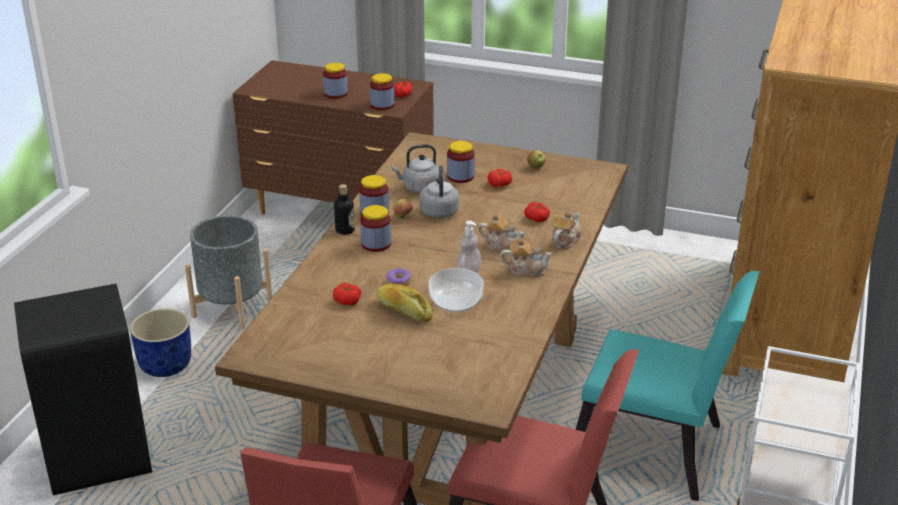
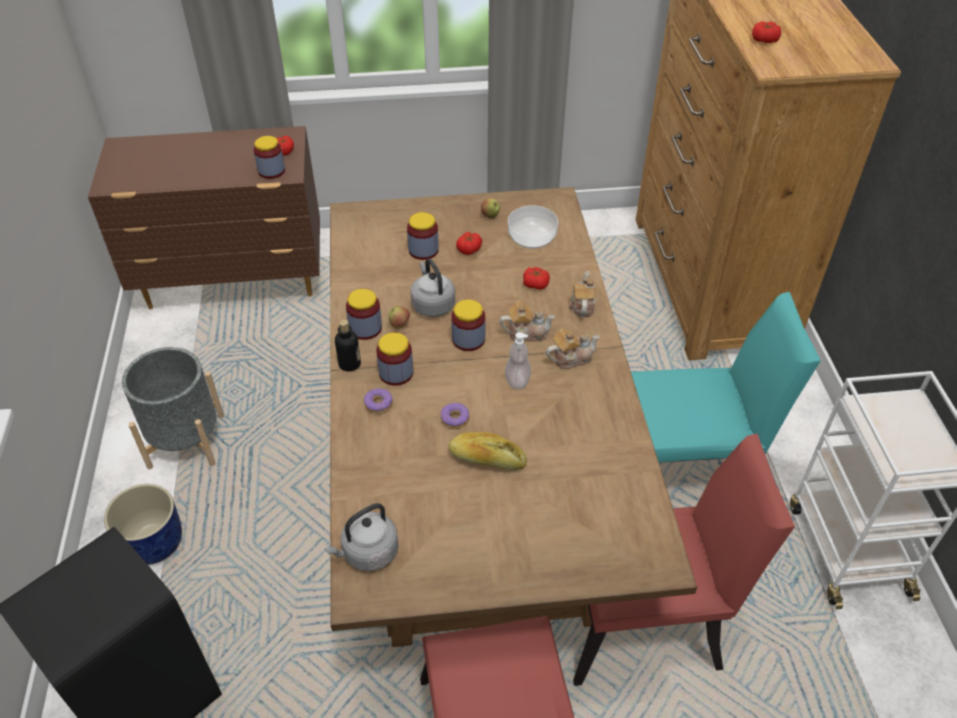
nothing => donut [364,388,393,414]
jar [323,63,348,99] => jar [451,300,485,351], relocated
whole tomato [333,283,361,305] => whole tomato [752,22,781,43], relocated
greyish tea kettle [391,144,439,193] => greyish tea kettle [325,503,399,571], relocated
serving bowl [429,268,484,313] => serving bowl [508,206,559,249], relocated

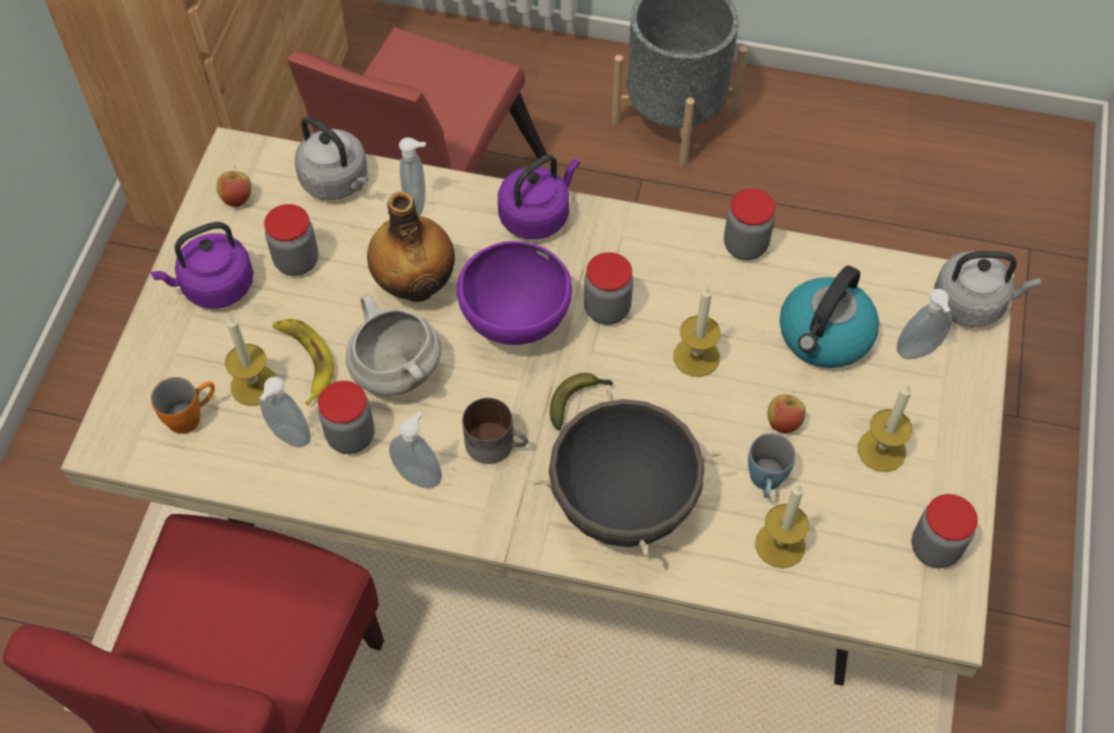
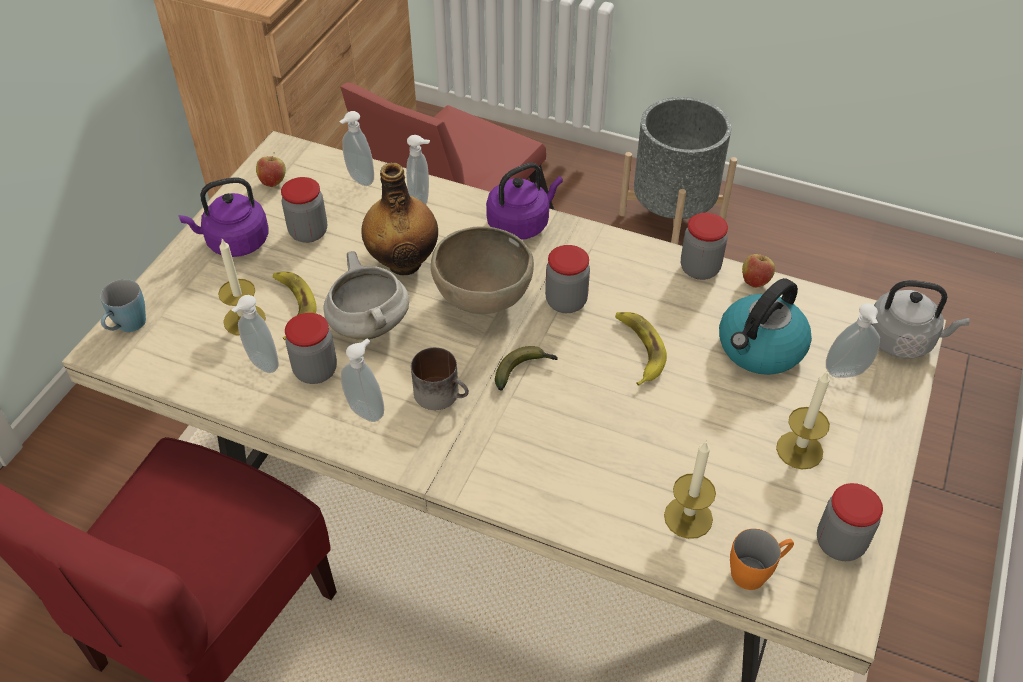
black-coloured saucepot [531,385,721,556] => nothing
orange mug [151,377,215,434] => orange mug [730,529,794,590], relocated
blue mug [748,433,796,498] => blue mug [100,279,146,332], relocated
whole apple [767,391,806,433] => whole apple [742,252,775,288], relocated
greyish tea kettle [295,117,369,200] => liquid soap bottle [339,111,374,186]
wax light [673,285,721,377] => banana [615,312,667,386]
purple serving bowl [457,241,572,345] => brownish serving bowl [431,226,534,314]

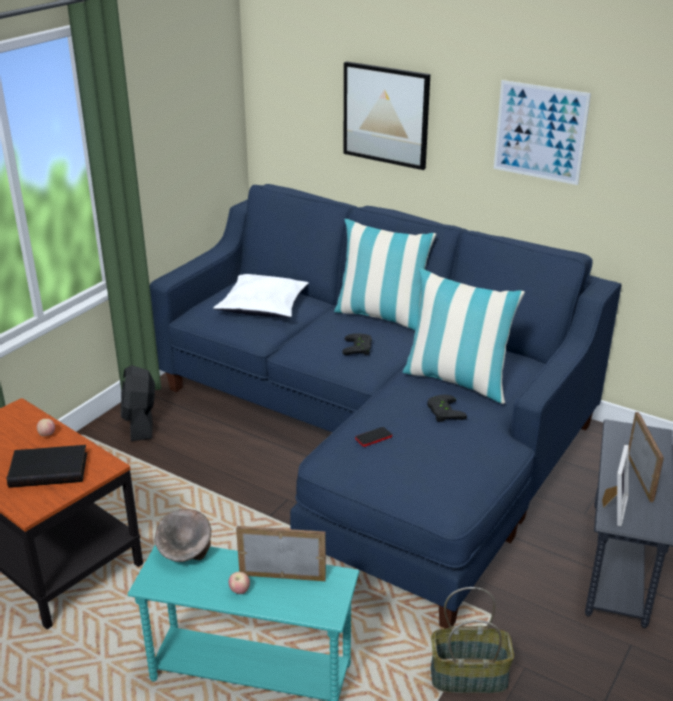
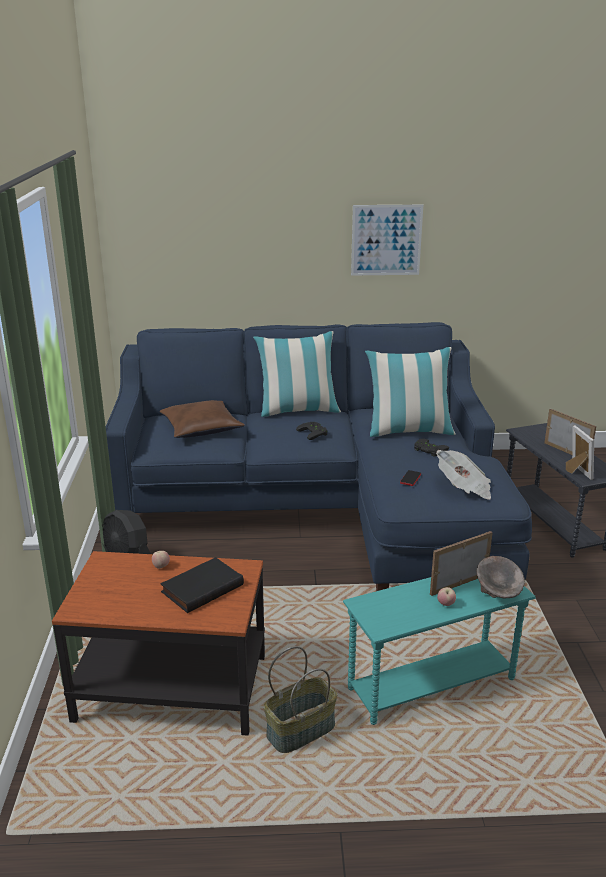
picture [343,61,430,170] => nothing
nothing => printed paper [436,450,491,500]
greyish serving bowl [155,509,211,562] => greyish serving bowl [477,556,525,598], relocated
household basket [431,587,514,693] => household basket [264,646,337,753], relocated
white throw pillow [213,274,309,318] => brownish throw pillow [160,400,245,438]

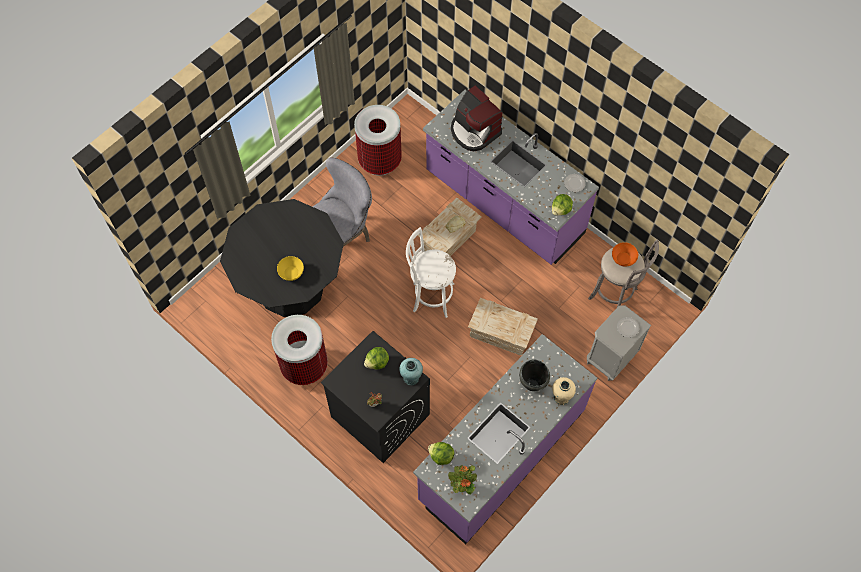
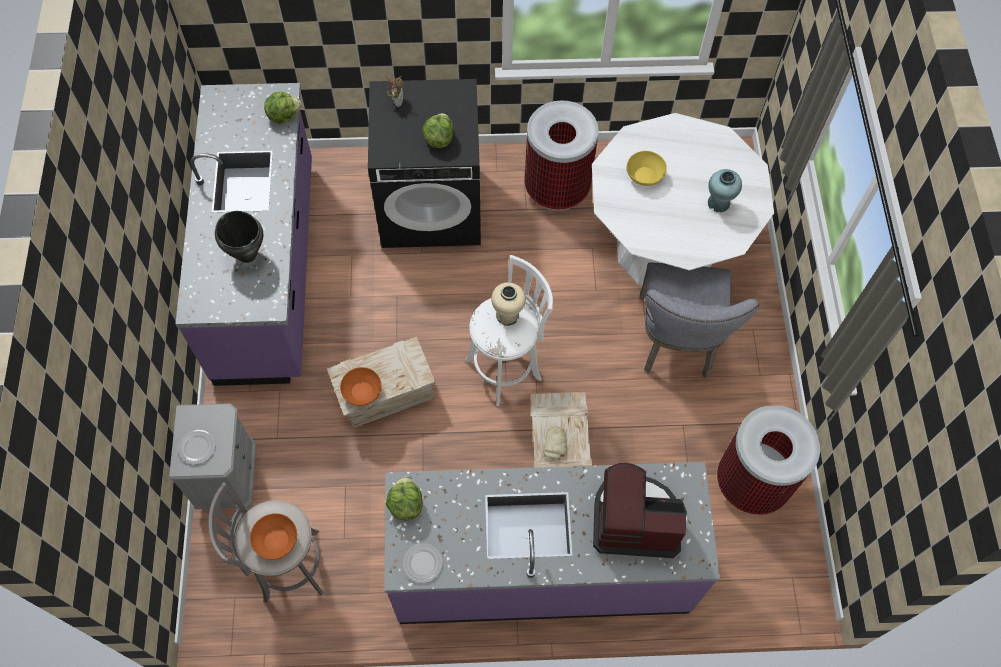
houseplant [448,465,477,494] => nothing
nothing => orange serving bowl [340,367,381,406]
turquoise-coloured decorative vase [399,358,423,385] => turquoise-coloured decorative vase [708,169,742,212], relocated
beige decorative vase [552,377,576,405] => beige decorative vase [491,282,526,326], relocated
black-coloured dining table [220,199,344,317] => white dining table [592,113,774,286]

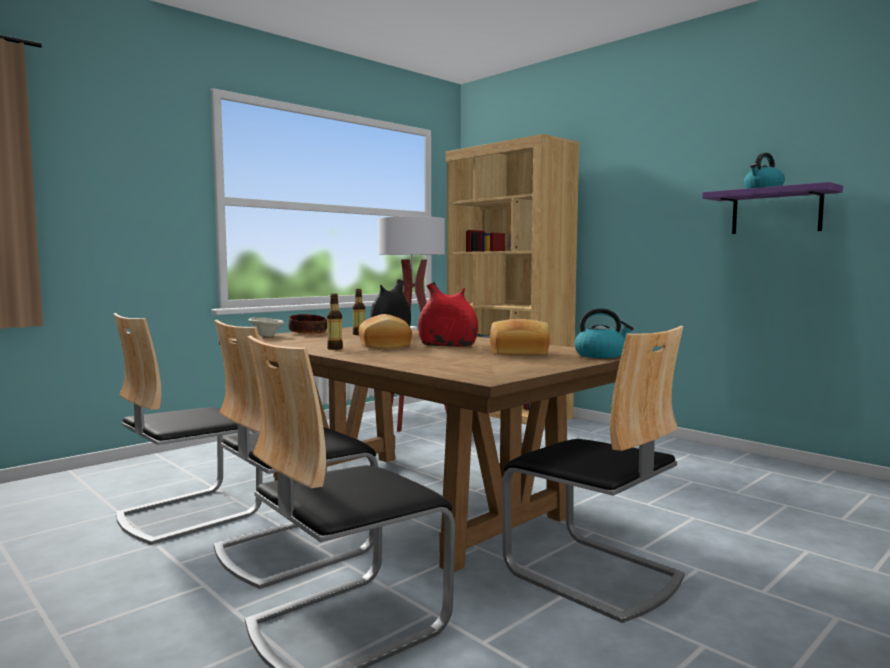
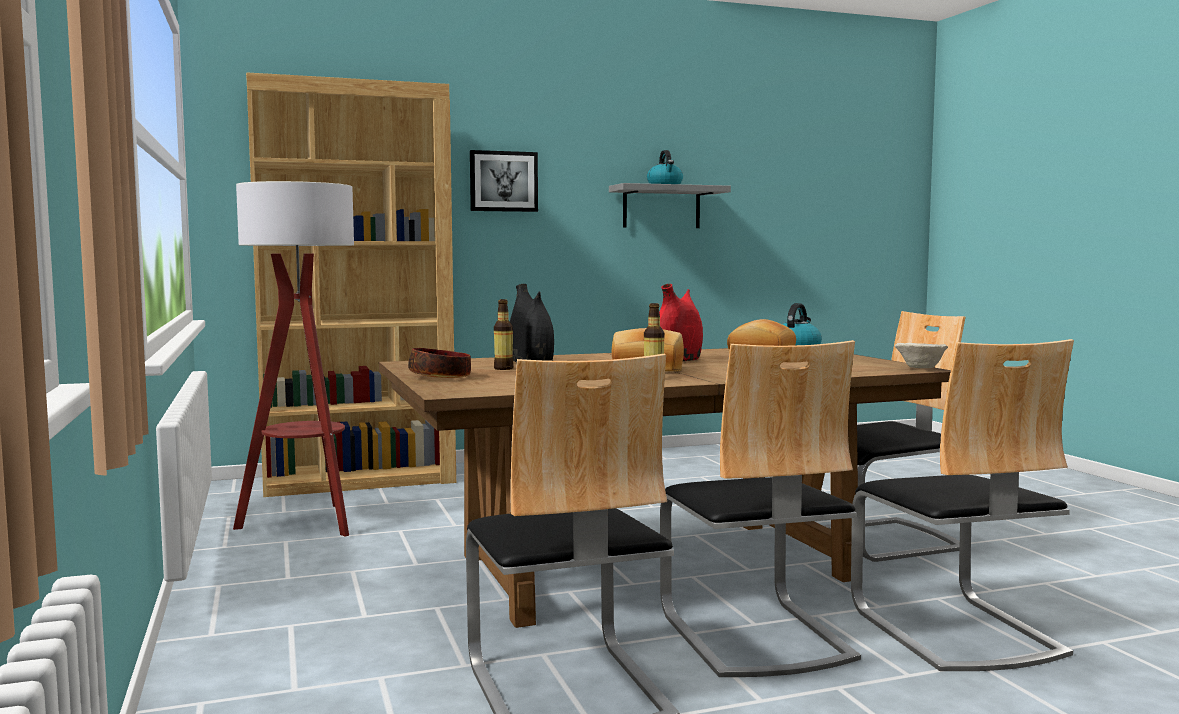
nothing => picture [470,150,538,212]
beige serving bowl [248,317,285,337] => beige serving bowl [895,343,948,368], relocated
purple bracket shelf [702,182,843,234] => greyish bracket shelf [609,183,731,228]

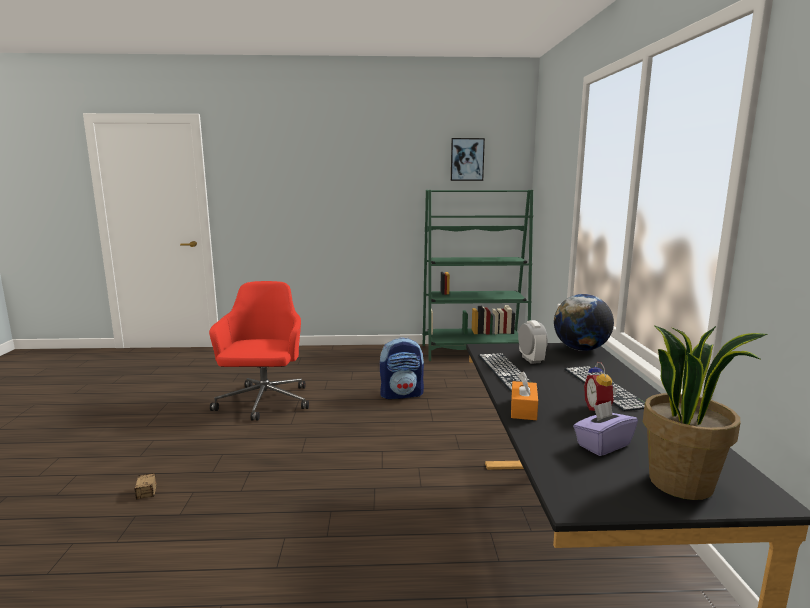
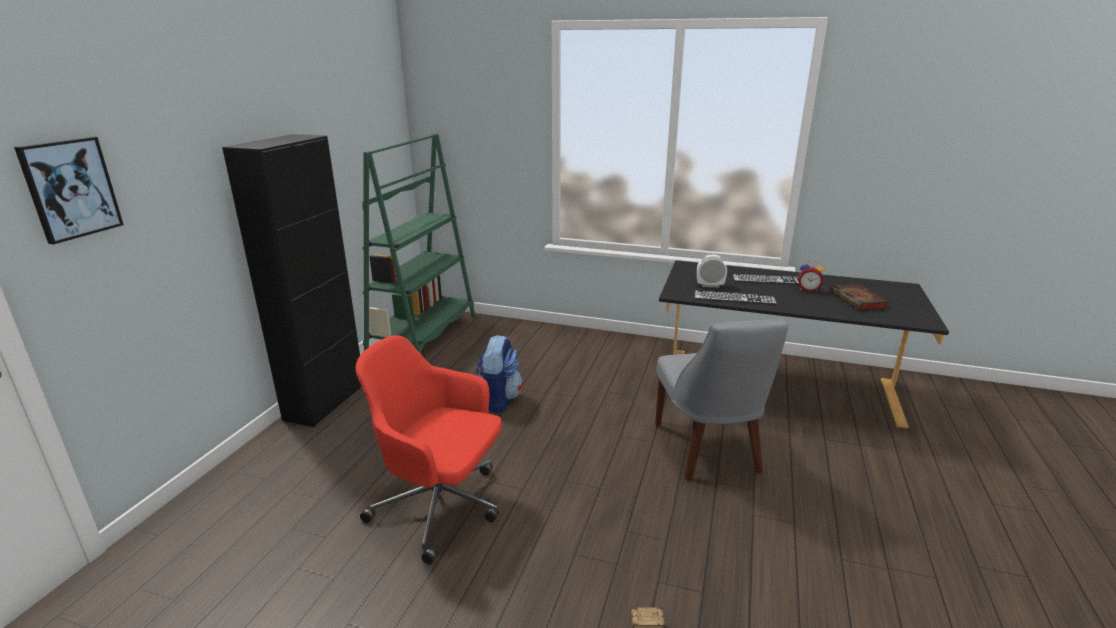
orange tissue holder [511,372,538,420] => nothing
desk globe [554,294,614,351] => nothing
houseplant [643,325,768,500] => nothing
nothing => black-coloured storage cabinet [222,134,362,427]
nothing => greyish plain chair [655,319,788,480]
picture [451,138,485,181] => picture [14,137,124,244], relocated
purple tissue holder [573,401,638,456] => book [829,284,889,311]

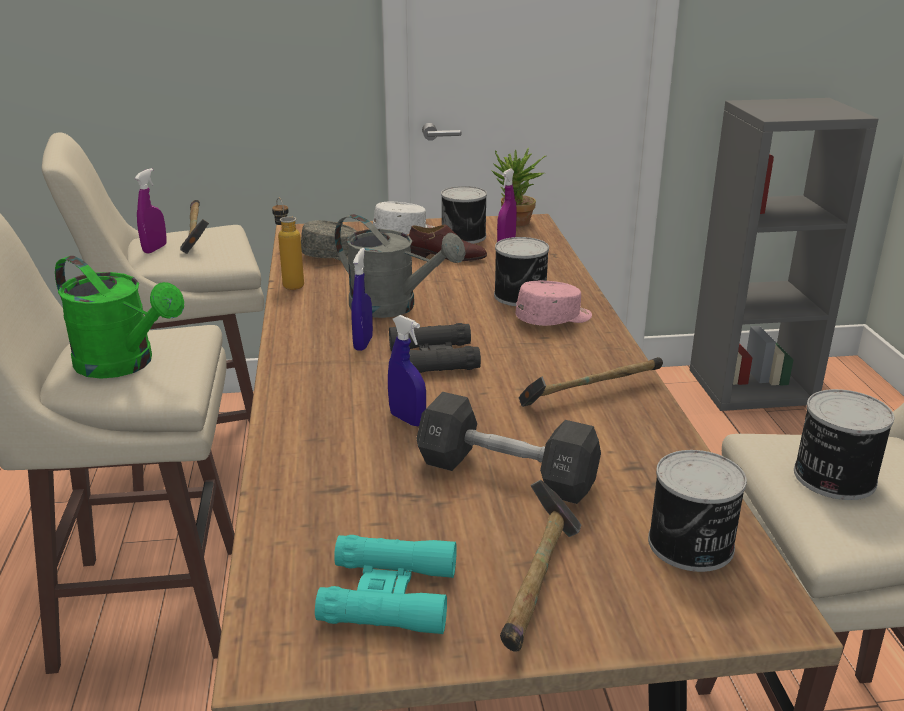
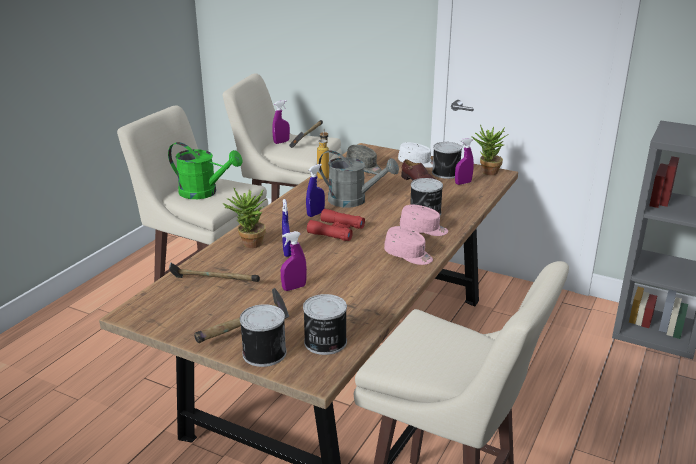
turquoise-coloured field glasses [315,535,457,634] => nothing
nothing => houseplant [223,187,267,248]
nothing => pink cap [384,226,433,265]
hand hammer [519,357,663,407] => hand hammer [169,262,260,282], relocated
metal can [794,389,894,500] => metal can [240,304,286,367], relocated
black-coloured free weight [416,392,601,504] => purple spray bottle [281,231,307,291]
black-coloured field glasses [389,323,481,373] => red field glasses [307,209,365,241]
greenish sprinkling can [55,256,184,379] => greenish sprinkling can [168,142,243,199], 45 degrees counterclockwise
greyish sprinkling can [334,214,466,318] => greyish sprinkling can [319,150,399,207], 45 degrees counterclockwise

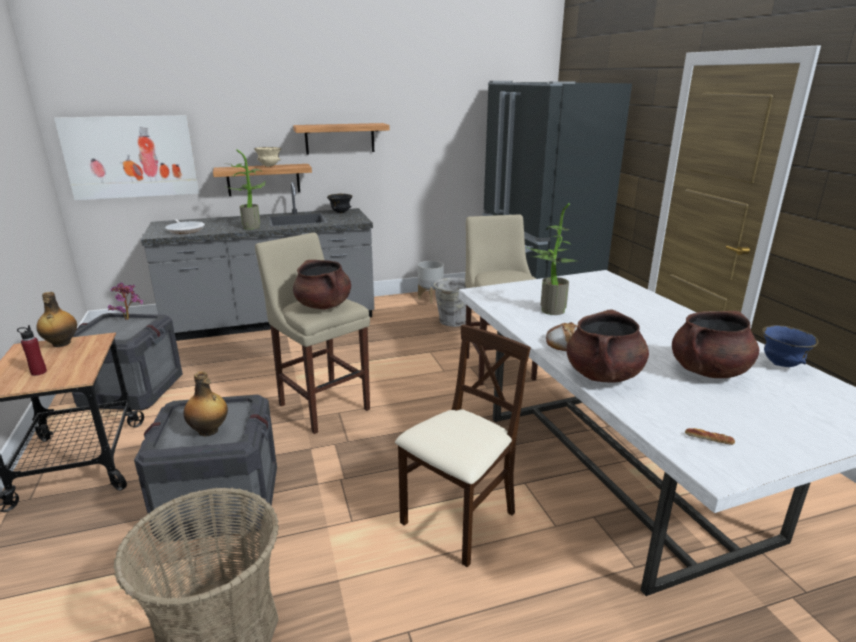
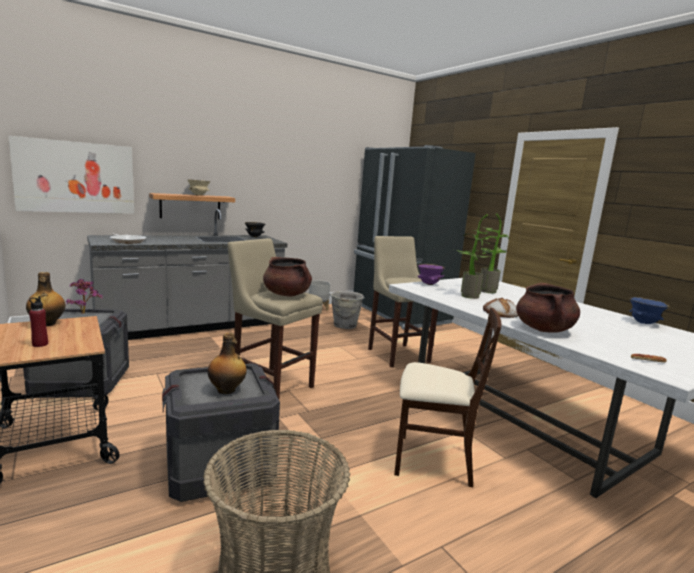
bracket shelf [293,123,390,154] => nothing
brownish saucepot [672,311,759,378] => nothing
nothing => purple serving bowl [418,264,445,285]
houseplant [225,149,266,230] => houseplant [480,214,509,293], relocated
beige plain chair [395,324,531,567] => beige plain chair [394,308,501,487], 75 degrees clockwise

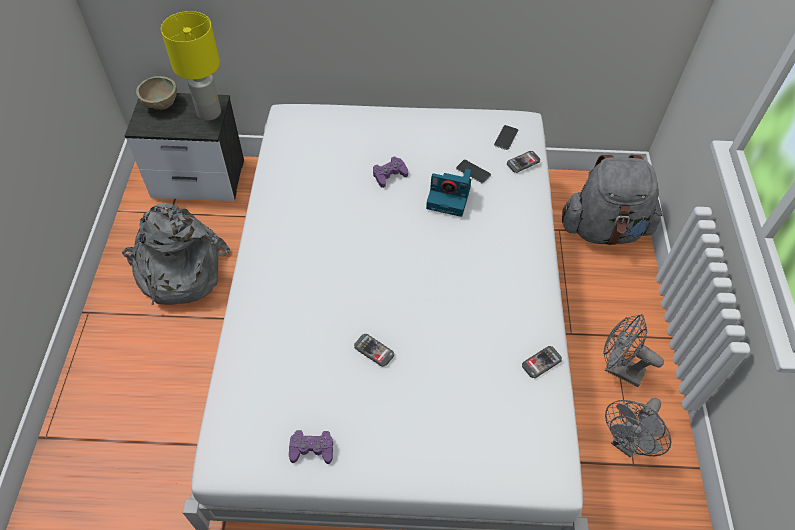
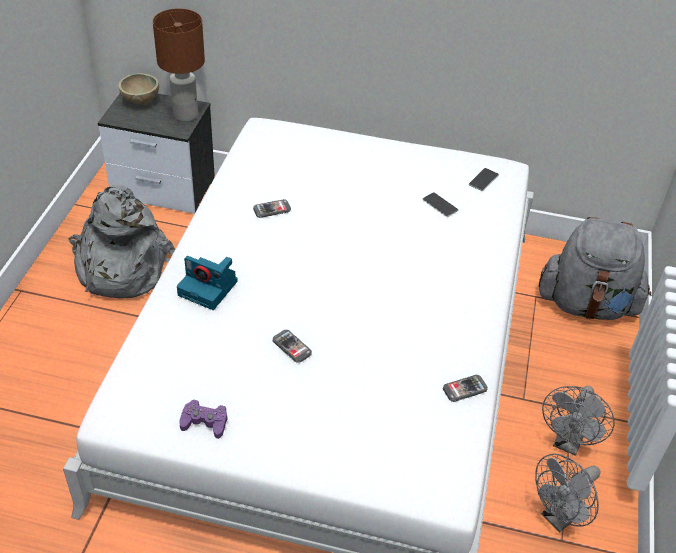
purple gamepad [373,157,408,188] => nothing
photo camera [426,169,471,217] => photo camera [177,256,238,310], relocated
handset [507,151,540,173] => handset [253,199,291,218], relocated
yellowish tabletop lamp [161,11,221,121] => brownish tabletop lamp [153,8,205,122]
greyish fan [603,314,664,387] => greyish fan [542,386,615,456], 105 degrees counterclockwise

